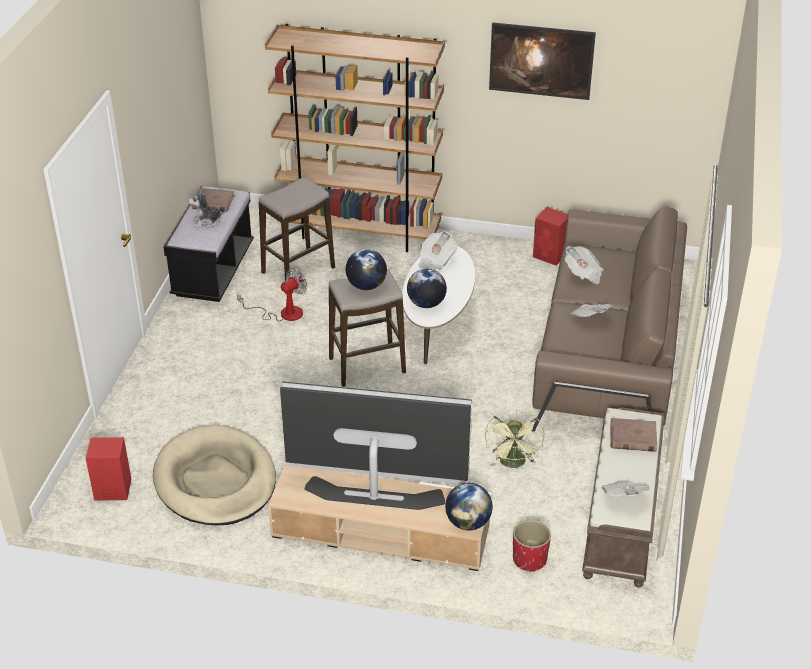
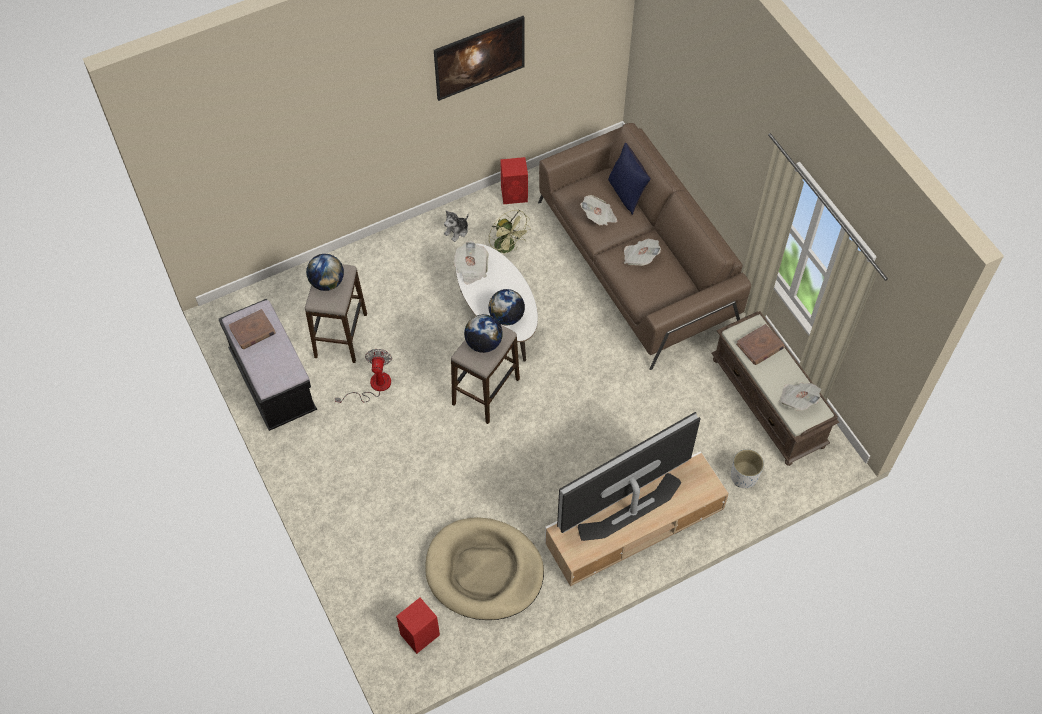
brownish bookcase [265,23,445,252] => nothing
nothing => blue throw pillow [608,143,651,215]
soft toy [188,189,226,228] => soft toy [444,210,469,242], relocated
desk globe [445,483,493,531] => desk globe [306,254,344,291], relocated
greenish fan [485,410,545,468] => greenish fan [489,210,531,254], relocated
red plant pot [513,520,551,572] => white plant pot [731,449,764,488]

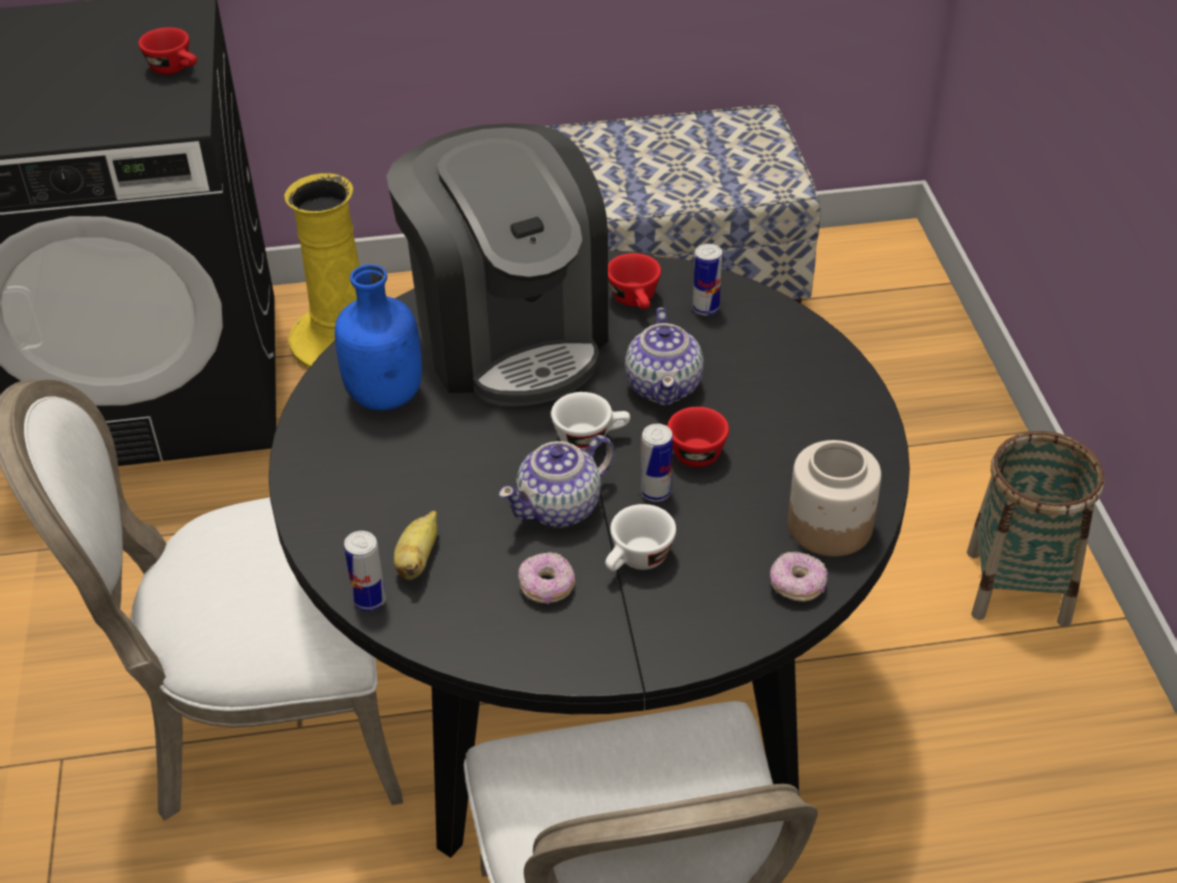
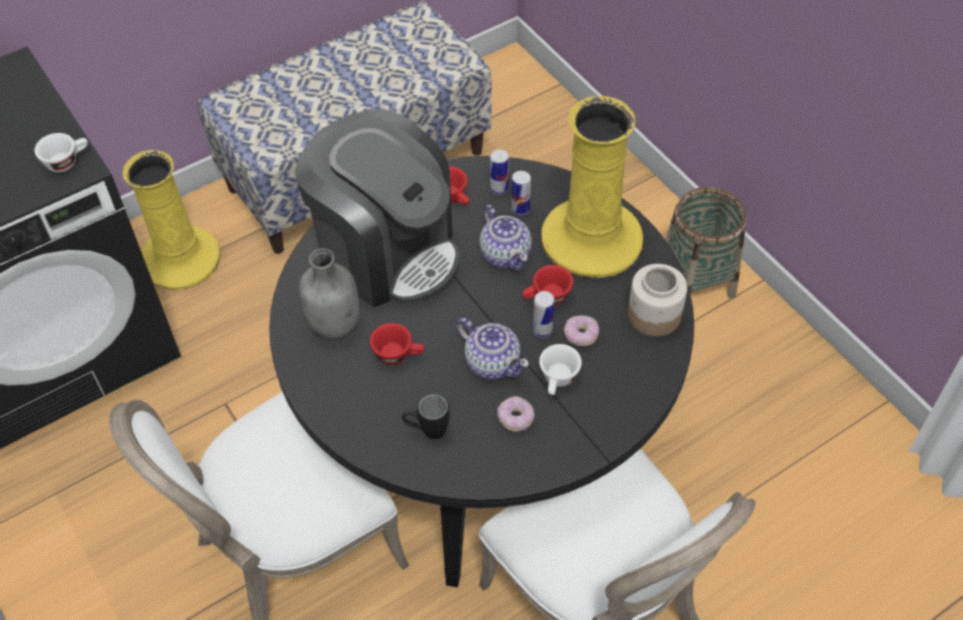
nothing => yellowish decorative vase [541,96,643,278]
red drinking cup [138,27,197,75] => red drinking cup [370,323,425,365], relocated
metal can [344,531,386,611] => metal can [512,171,531,216], relocated
white drinking cup [551,392,630,450] => white drinking cup [35,133,88,173], relocated
donut [770,551,828,602] => donut [564,315,599,346], relocated
banana [394,511,437,580] => black-coloured mug [402,394,450,440]
blue beverage bottle [335,264,422,410] => greyish beverage bottle [299,248,359,339]
teapot [499,435,615,528] => teapot [457,318,529,380], 75 degrees counterclockwise

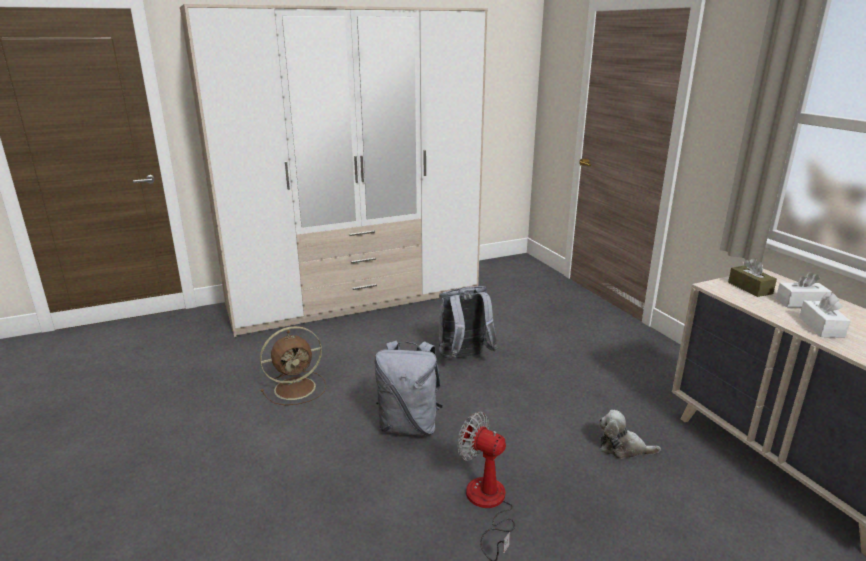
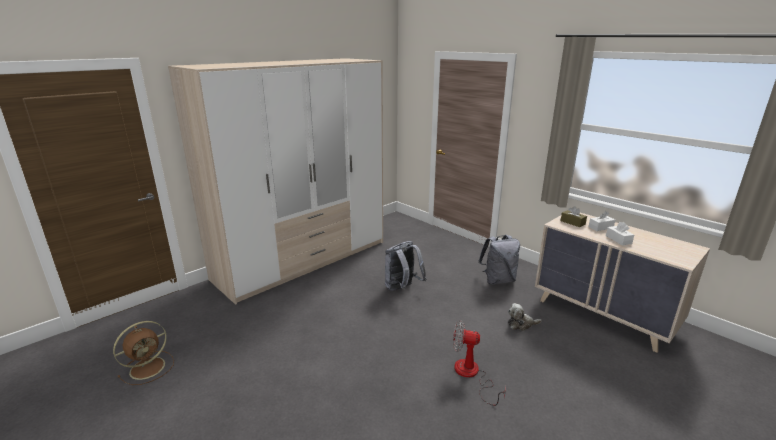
brownish fan [260,326,326,405] => brownish fan [113,321,174,385], relocated
greyish rucksack [375,340,443,436] => greyish rucksack [478,235,520,285], relocated

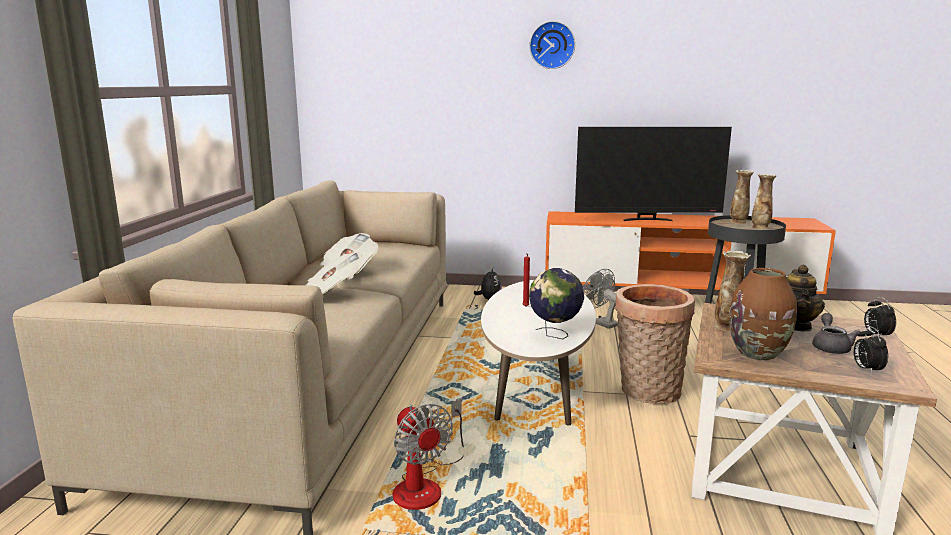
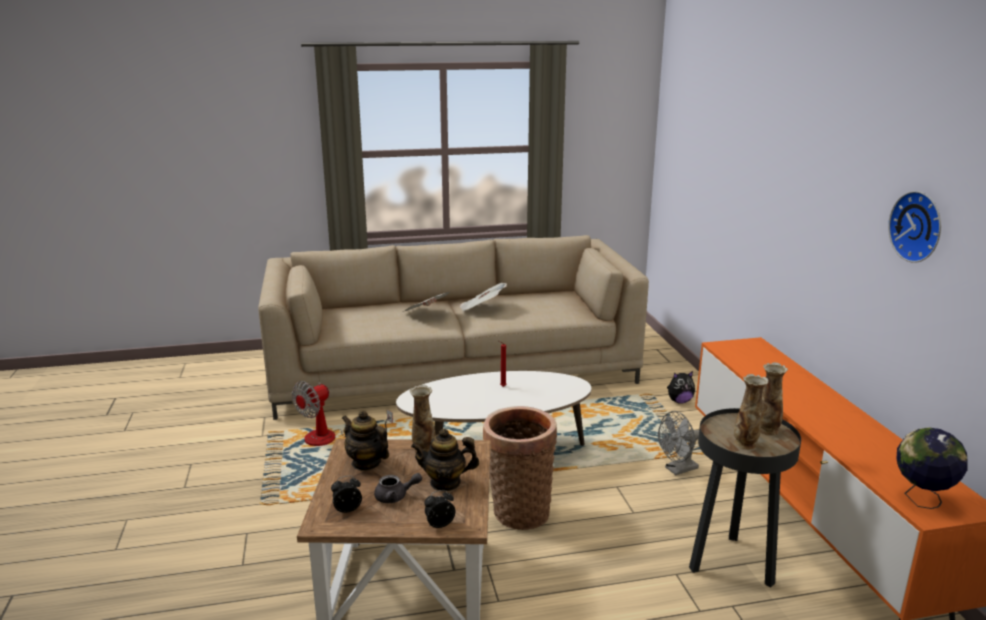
television [575,127,732,221] => nothing
wall clock [529,21,575,69] => wall clock [888,191,941,263], relocated
desk globe [529,268,584,339] => desk globe [896,428,967,509], relocated
brownish decorative vase [729,268,797,360] => teapot [342,411,389,471]
greyish fan [583,269,618,329] => greyish fan [658,411,699,475], 150 degrees counterclockwise

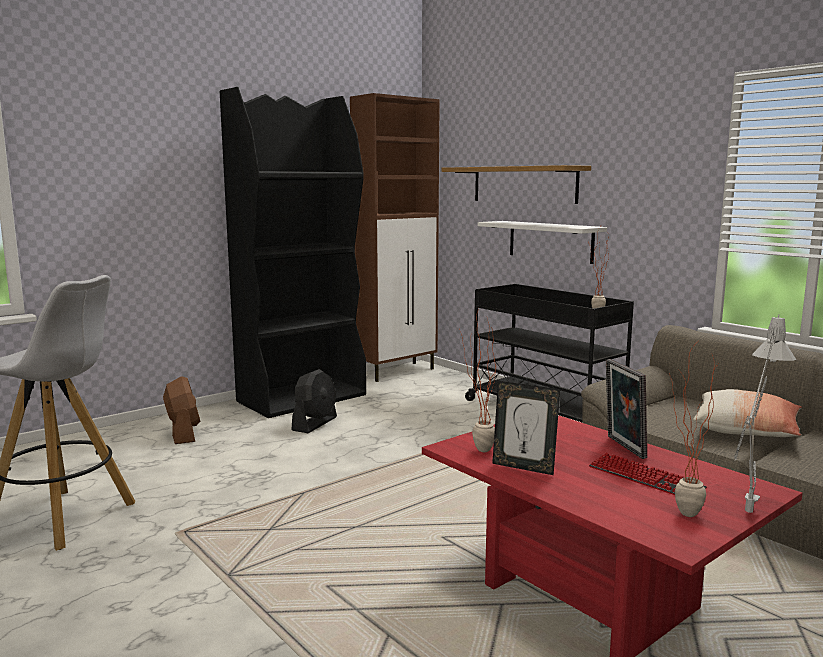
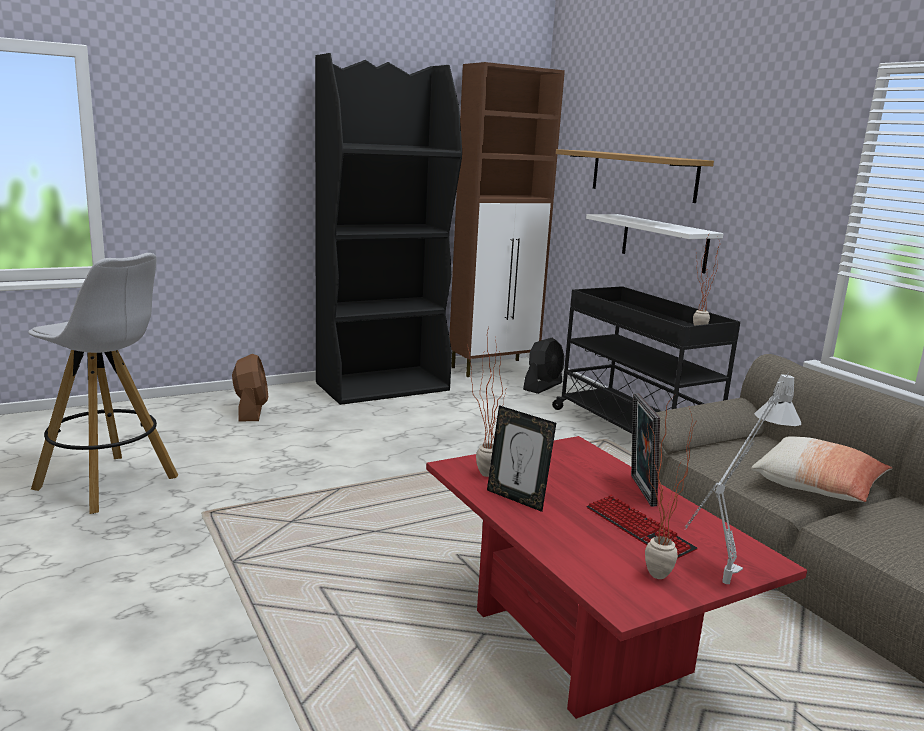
black-coloured fan [291,369,337,433] => black-coloured fan [523,338,564,394], relocated

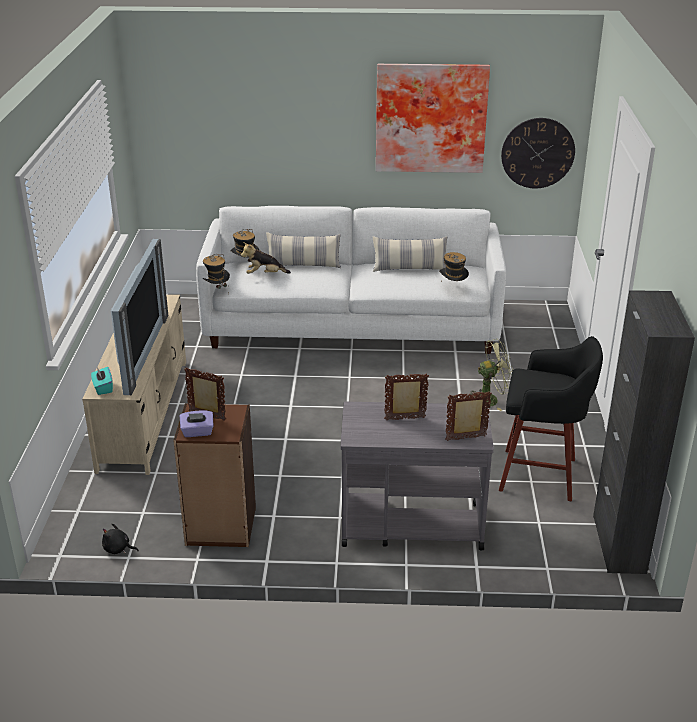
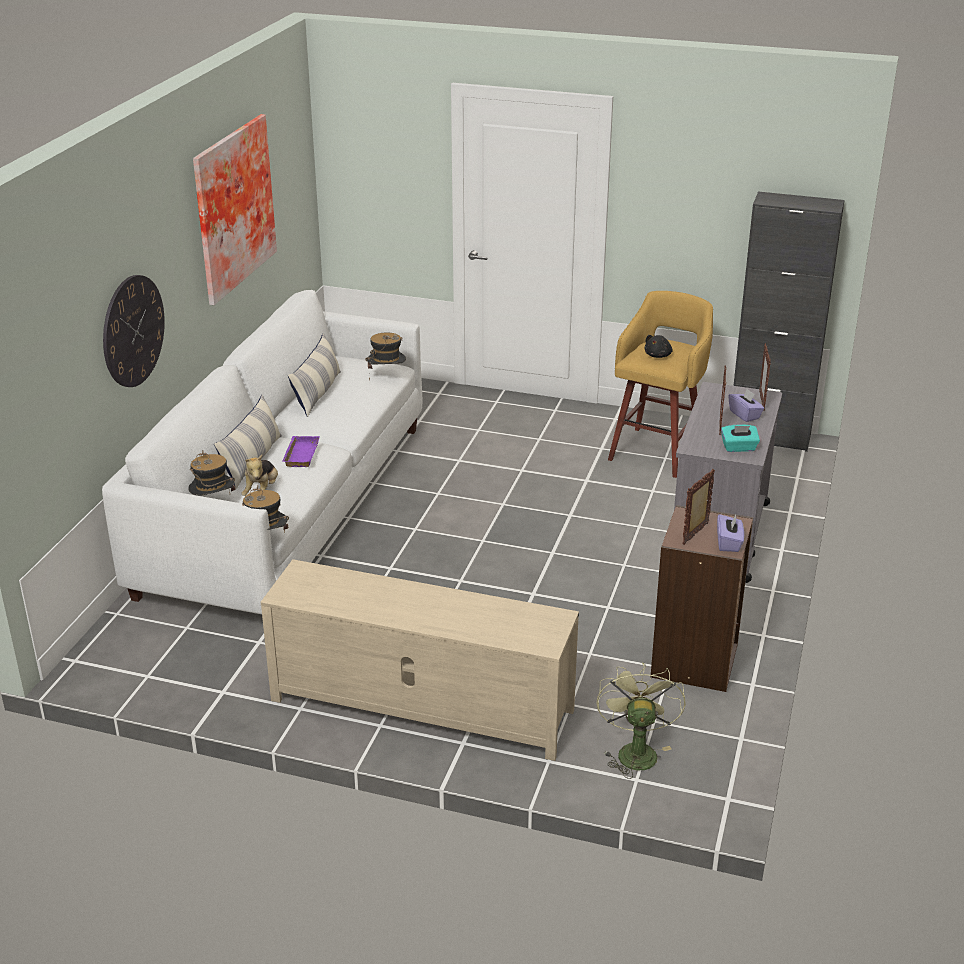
television [111,239,168,395] => nothing
nothing => purple carrying tray [282,436,320,467]
nothing => purple tissue holder [728,389,764,422]
turquoise-coloured tissue holder [91,367,113,395] => turquoise-coloured tissue holder [721,424,760,452], relocated
black-coloured soft toy [102,523,139,554] => black-coloured soft toy [644,335,673,358], relocated
greenish fan [469,339,513,411] => greenish fan [597,662,686,779], relocated
wall clock [501,118,575,188] => wall clock [103,275,165,387], relocated
black-coloured stool seat [499,336,603,501] => yellowish stool seat [608,291,713,478]

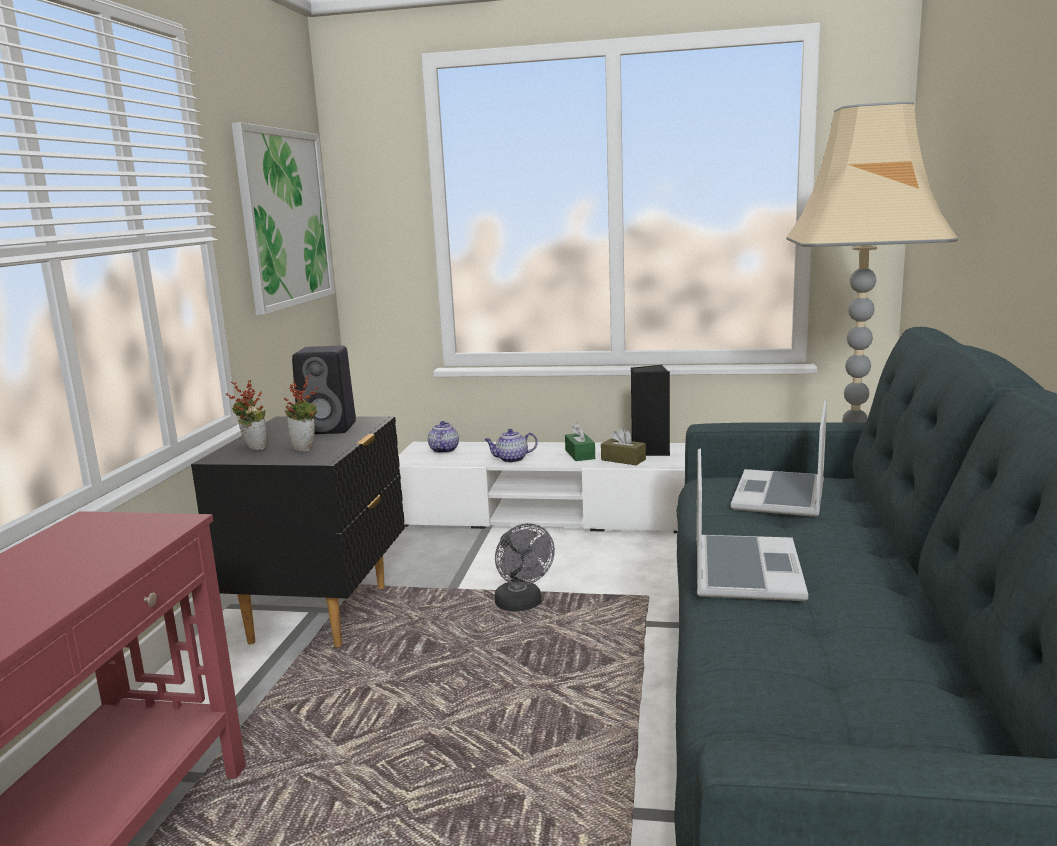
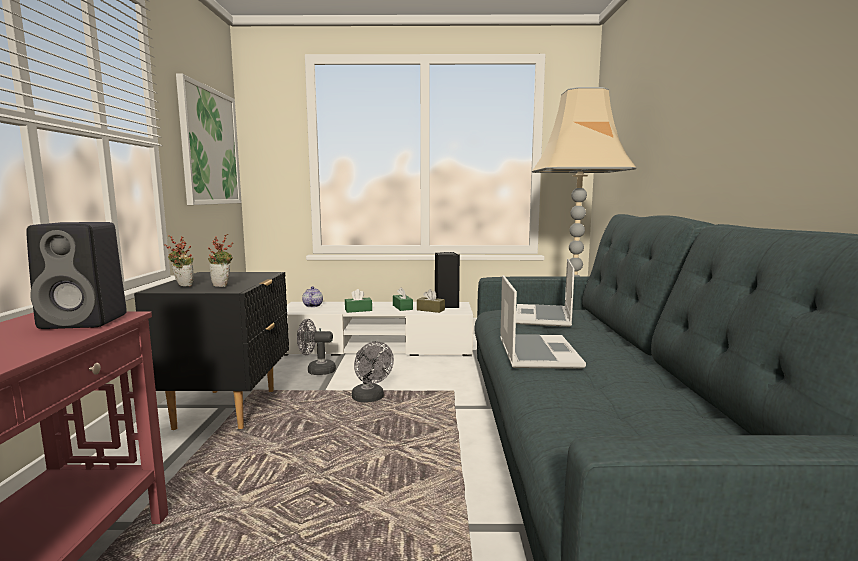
nothing => greyish fan [297,319,336,375]
black-coloured audio speaker [292,345,356,434] => black-coloured audio speaker [26,222,127,329], relocated
teapot [485,429,538,463] => greenish tissue holder [345,289,372,313]

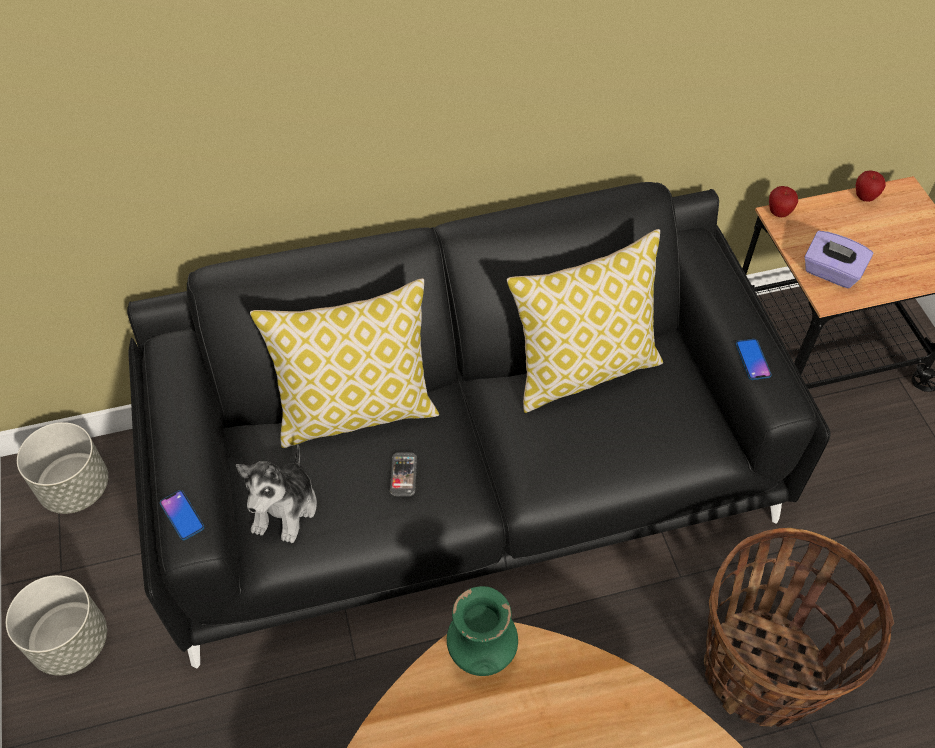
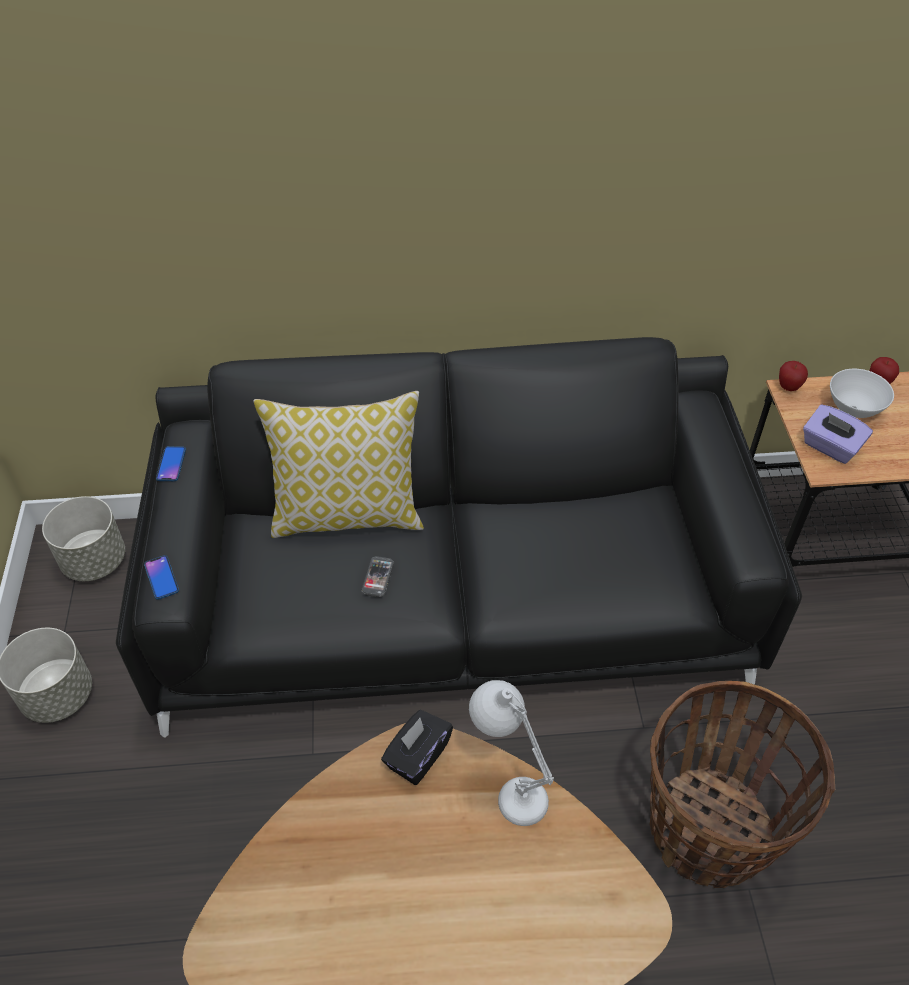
soft toy [236,445,317,543] => nothing
throw pillow [507,229,663,413] => nothing
nothing => white tabletop lamp [469,680,554,826]
nothing => white serving bowl [830,369,894,418]
handset [736,339,771,380] => handset [156,446,186,481], relocated
greenish decorative vase [447,586,518,676] => black-coloured tissue holder [381,710,453,785]

